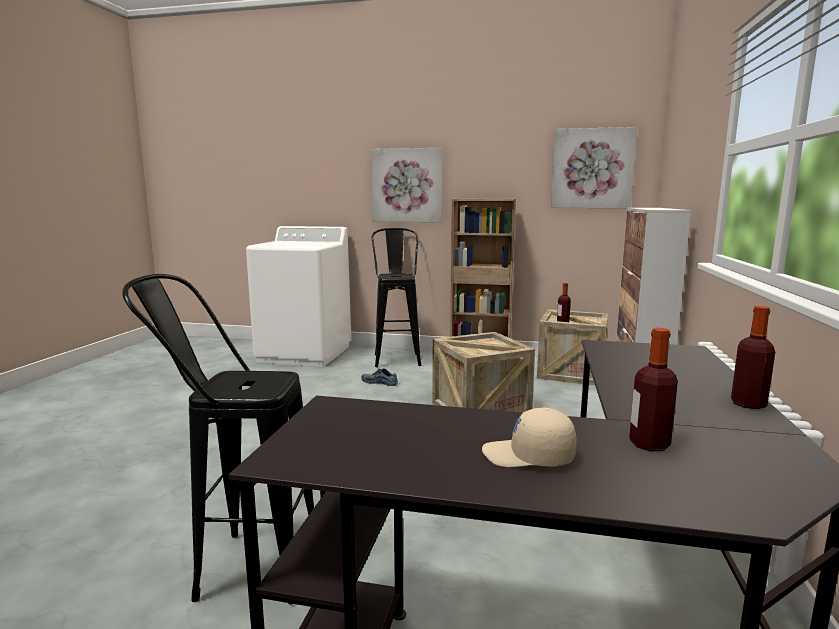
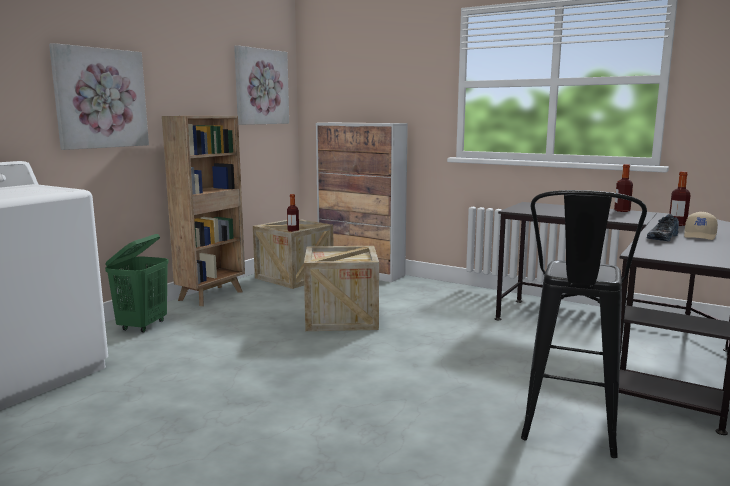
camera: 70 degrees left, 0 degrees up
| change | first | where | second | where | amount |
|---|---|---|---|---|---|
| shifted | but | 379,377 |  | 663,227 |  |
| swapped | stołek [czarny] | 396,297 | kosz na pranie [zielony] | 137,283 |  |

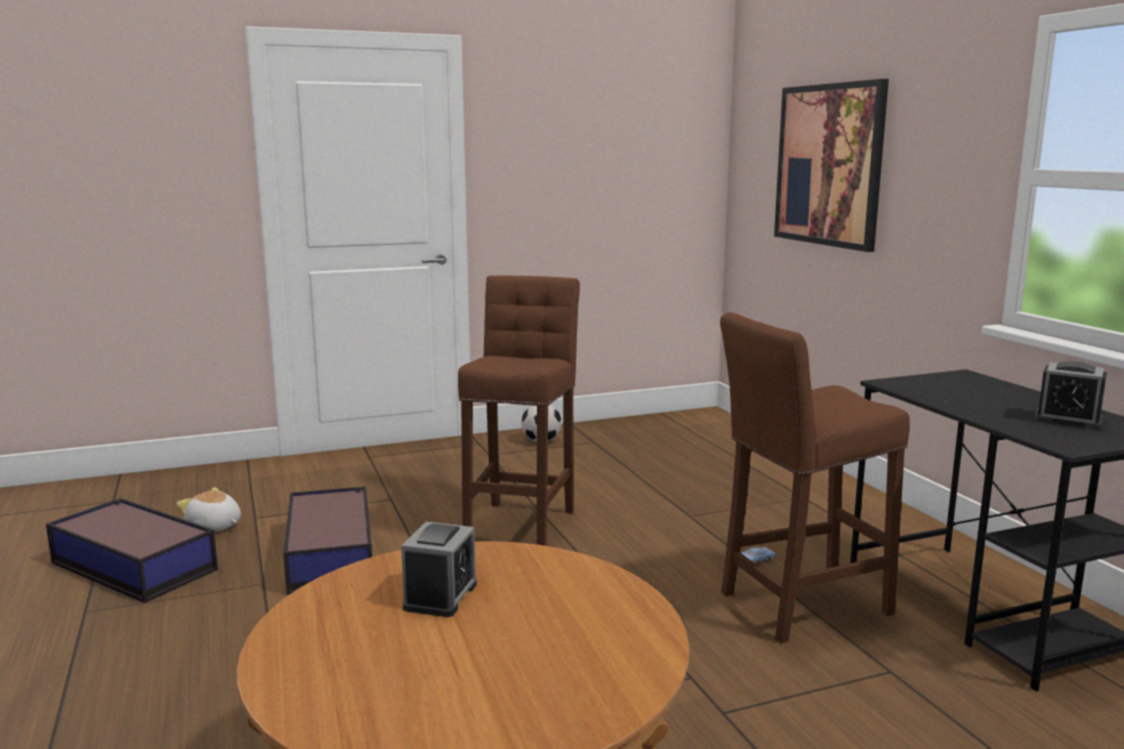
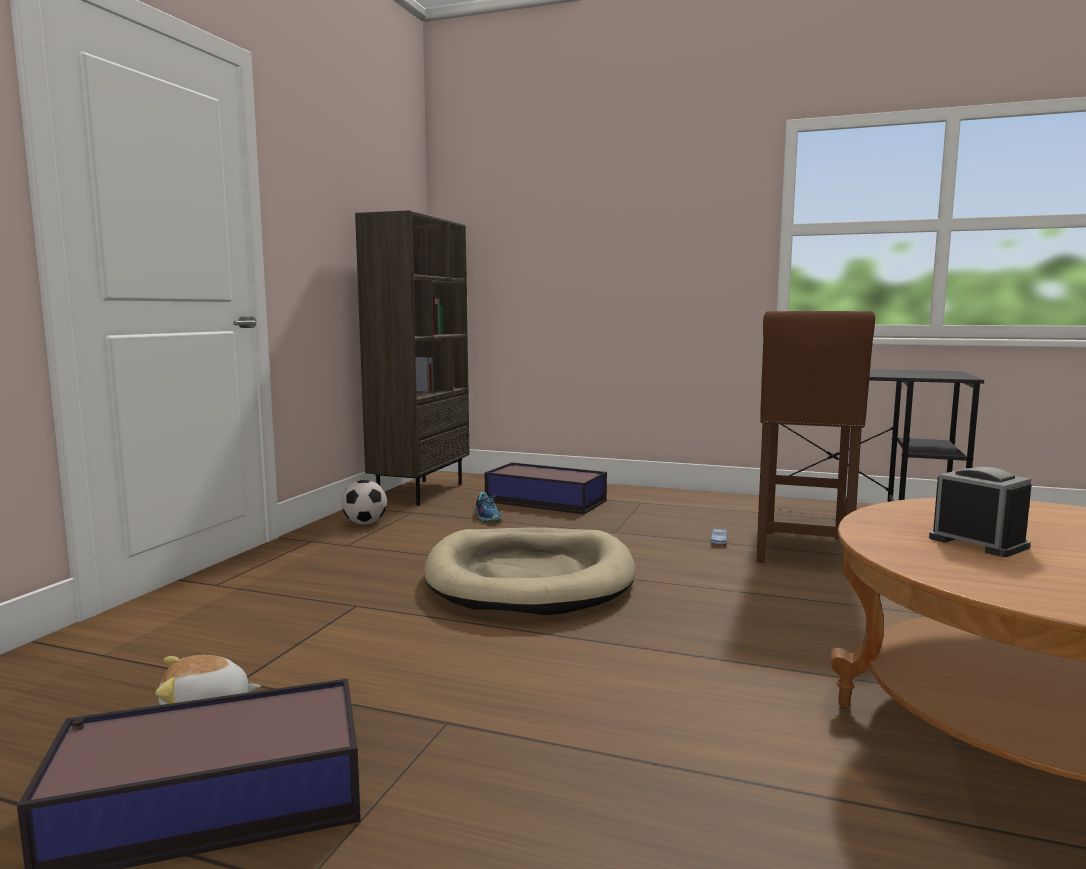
camera: 50 degrees left, 5 degrees down
| change | first | where | second | where | amount |
|---|---|---|---|---|---|
| shifted | pojemnik do przechowywania | 327,540 |  | 546,488 |  |
| swapped | stołek [brązowy] | 519,411 | legowisko [beżowy] | 530,571 |  |
| gone | obraz | 831,165 |  |  |  |
| gone | budzik | 1070,395 |  |  |  |
| new |  |  | regał [brązowy] | 412,358 |  |
| new |  |  | but | 488,507 |  |

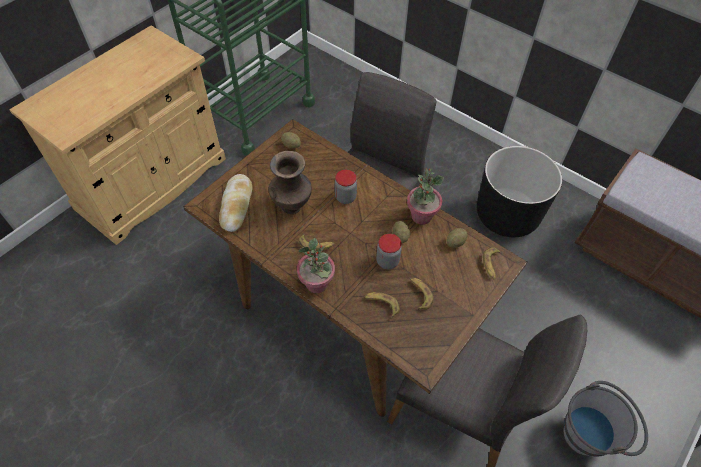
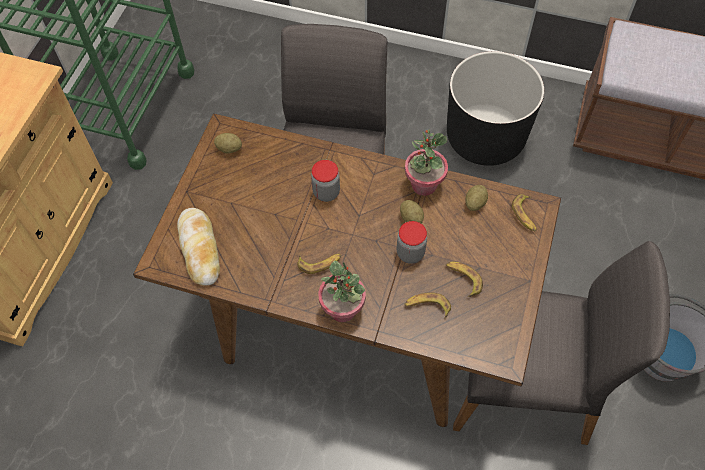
camera: 20 degrees left, 5 degrees up
| change | first | where | second | where | amount |
|---|---|---|---|---|---|
| gone | wazon [brązowy] | 290,182 |  |  |  |

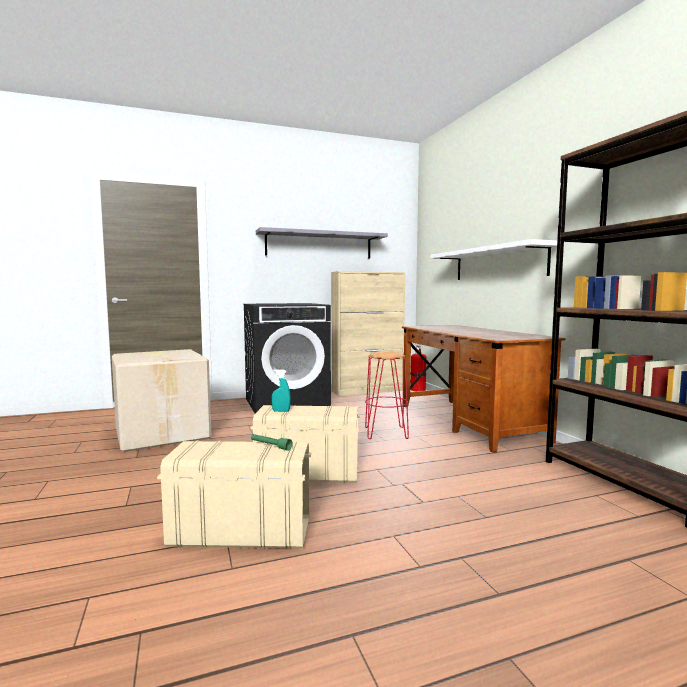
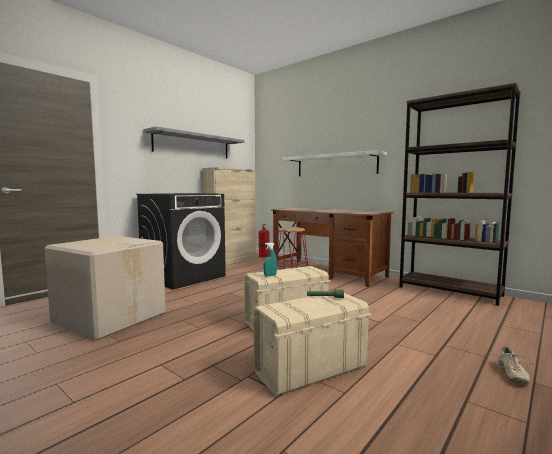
camera: 30 degrees left, 0 degrees up
| change | first | where | second | where | amount |
|---|---|---|---|---|---|
| new |  |  | but [beżowy] | 515,365 |  |

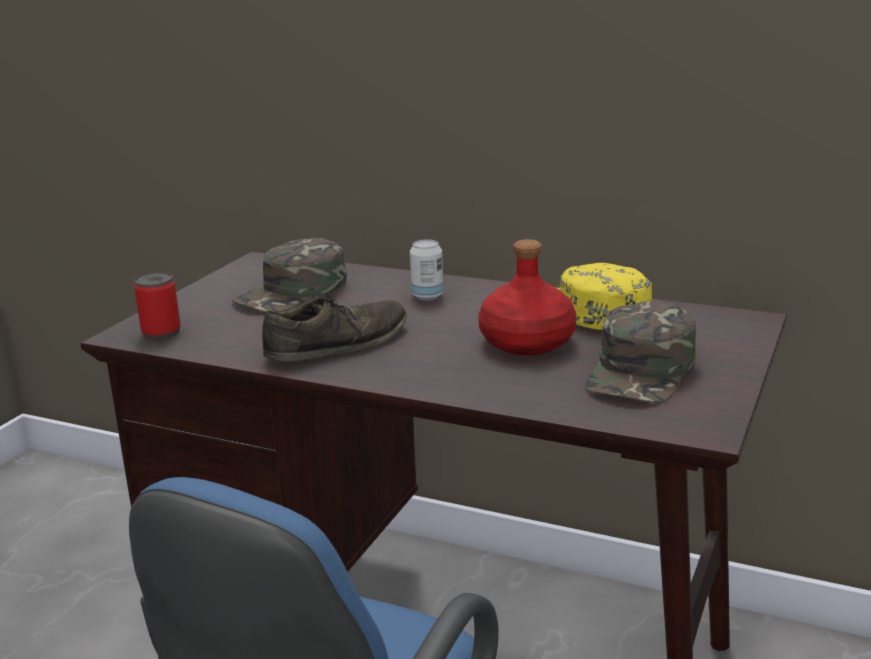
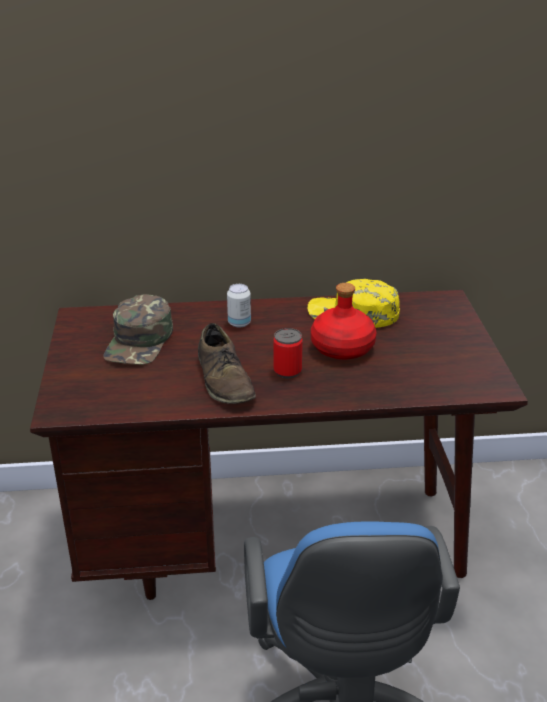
camera: 30 degrees left, 10 degrees up
| change | first | where | second | where | amount |
|---|---|---|---|---|---|
| shifted | puszka | 157,305 |  | 288,353 |  |
| rotated | but [brązowy] | 334,329 |  | 227,363 | 135 degrees clockwise |
| gone | czapka z daszkiem [zielony] | 640,351 |  |  |  |

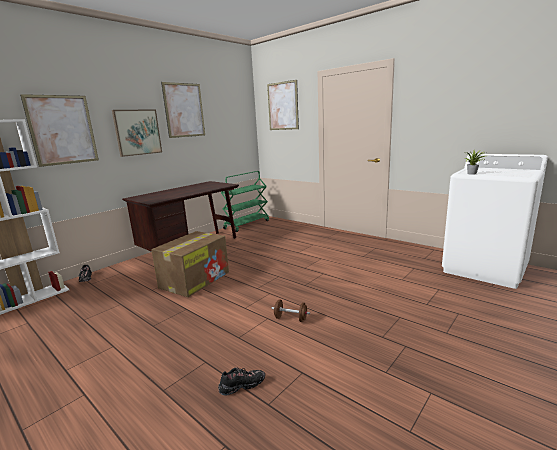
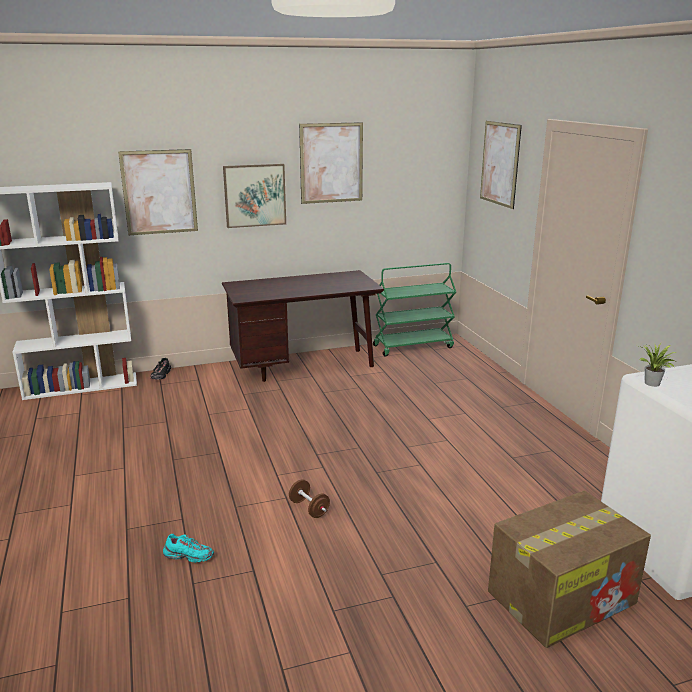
camera: 30 degrees right, 5 degrees up
| change | first | where | second | where | amount |
|---|---|---|---|---|---|
| shifted | karton | 190,264 |  | 569,569 |  |
| repainted | but [czarny] | 241,381 | but [turkusowy] | 188,548 |  |

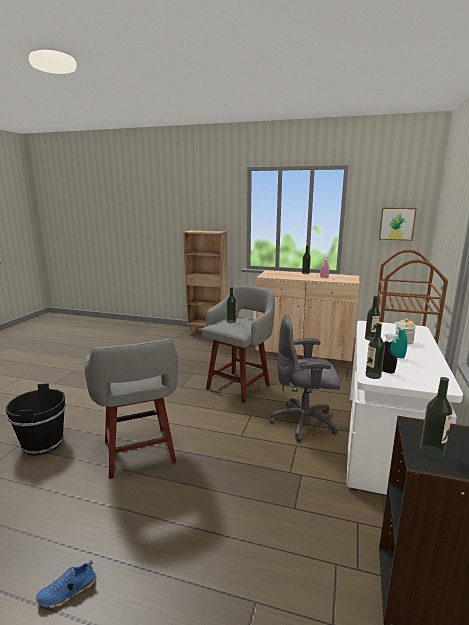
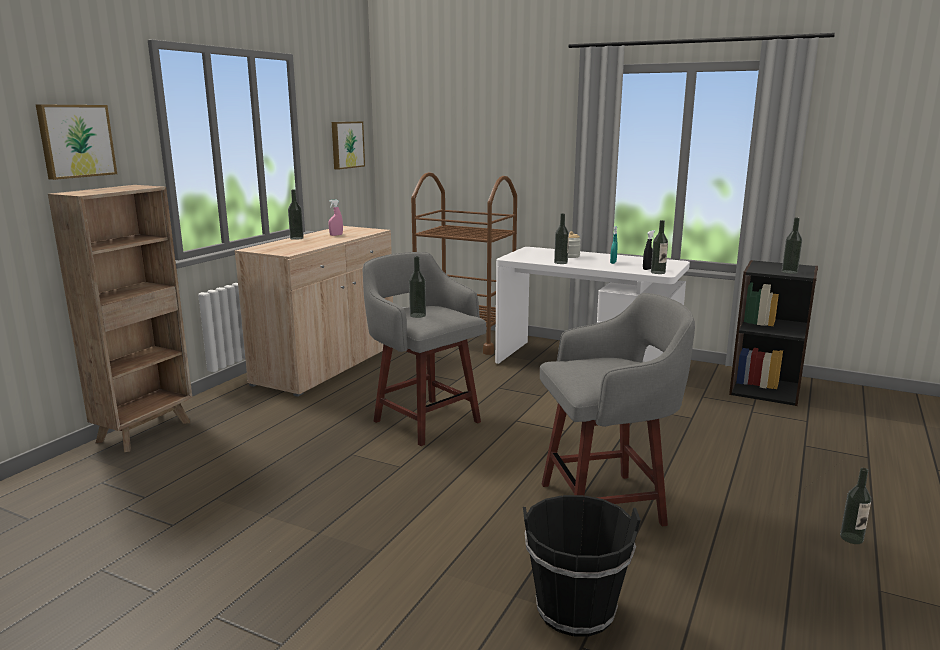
camera: 80 degrees left, 0 degrees up
| change | first | where | second | where | amount |
|---|---|---|---|---|---|
| swapped | but [niebieski] | 66,584 | butelka | 855,506 |  |
| gone | krzesło biurowe [szary] | 305,379 |  |  |  |
| new |  |  | obraz | 76,142 |  |

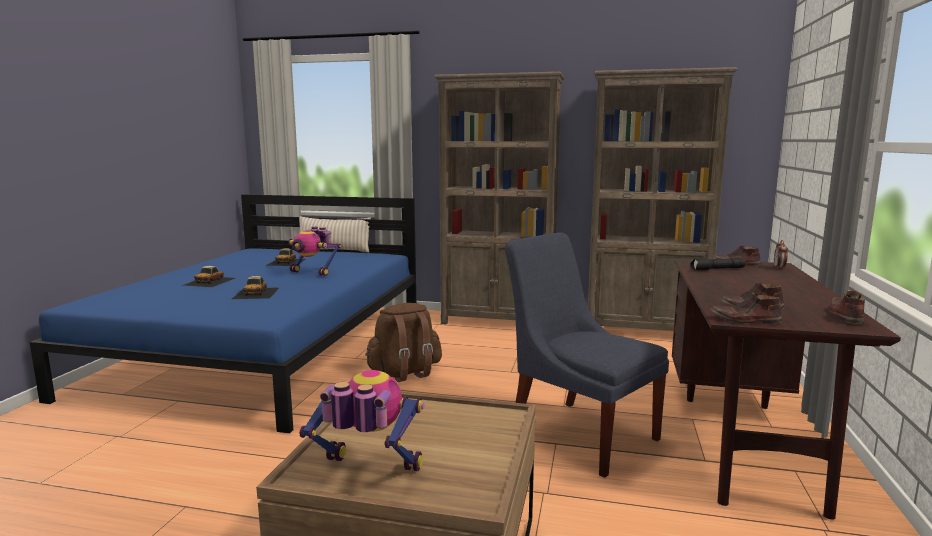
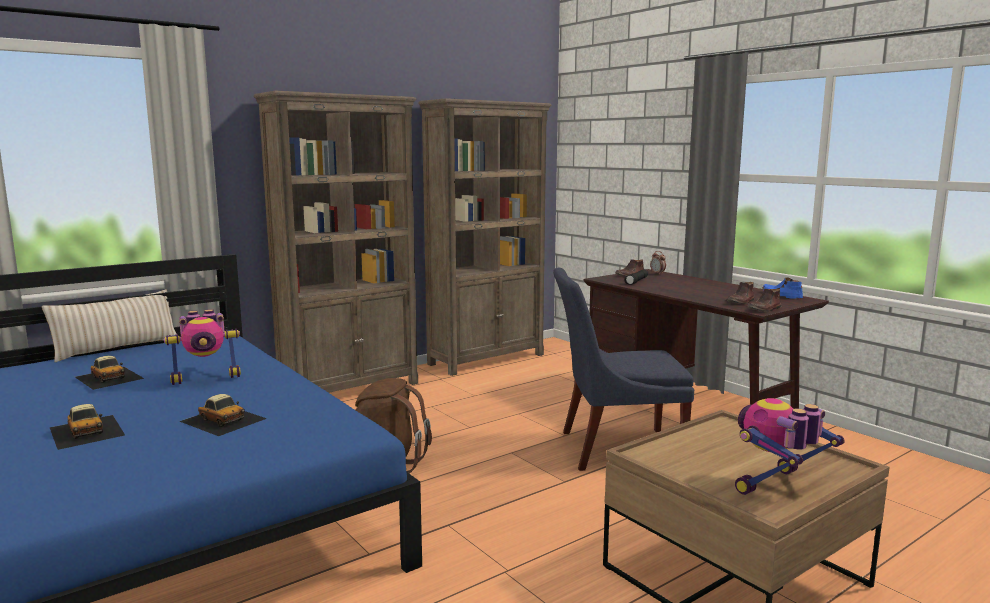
camera: 50 degrees left, 0 degrees up
| change | first | where | second | where | amount |
|---|---|---|---|---|---|
| repainted | but [brązowy] | 846,307 | but [niebieski] | 782,288 |  |

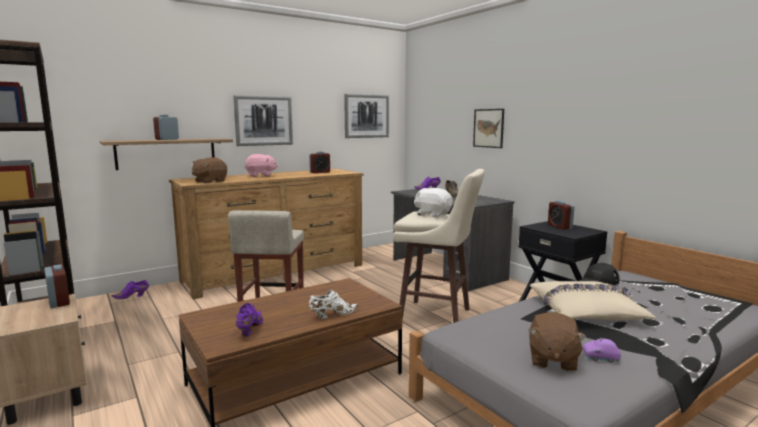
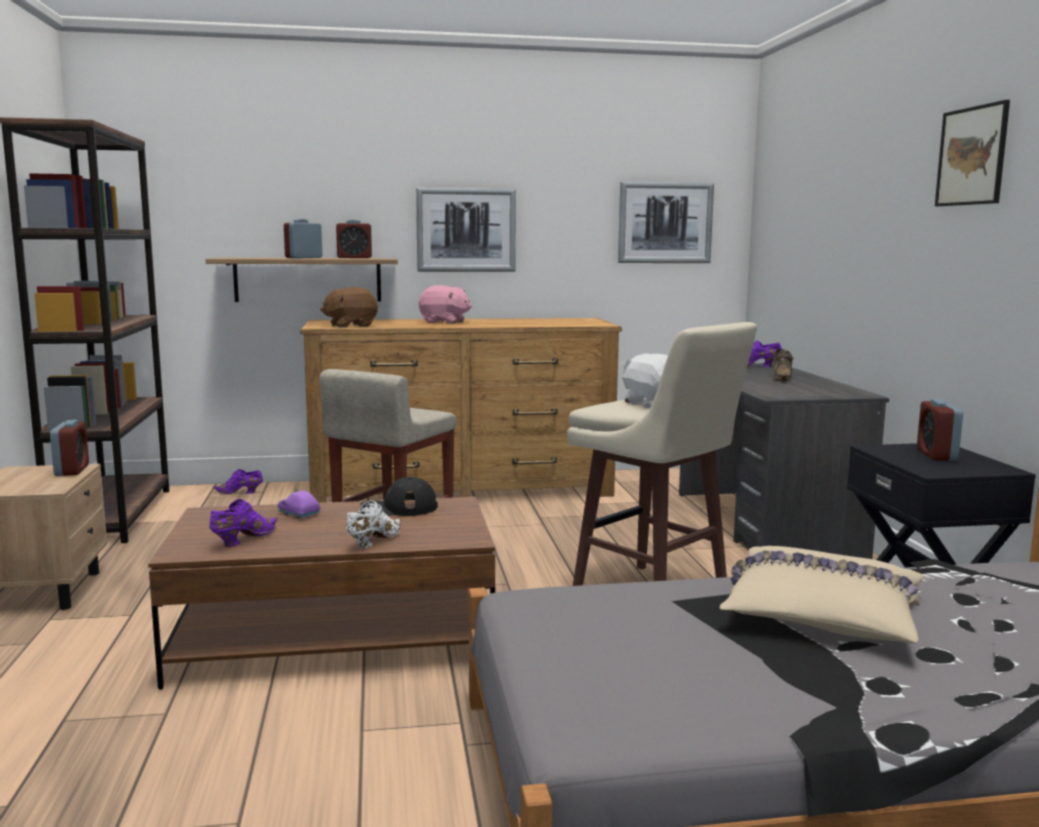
camera: 25 degrees right, 0 degrees up
| change | first | where | second | where | amount |
|---|---|---|---|---|---|
| shifted | budzik | 319,162 |  | 354,238 |  |
| rotated | but [biały] | 333,304 |  | 373,524 | 60 degrees counterclockwise |
| shifted | obraz | 488,128 |  | 972,153 |  |
| gone | pluszak [brązowy] | 557,342 |  |  |  |
| shifted | czapka z daszkiem [czarny] | 599,274 |  | 399,496 |  |
| shifted | samochodzik [fioletowy] | 602,350 |  | 299,503 |  |

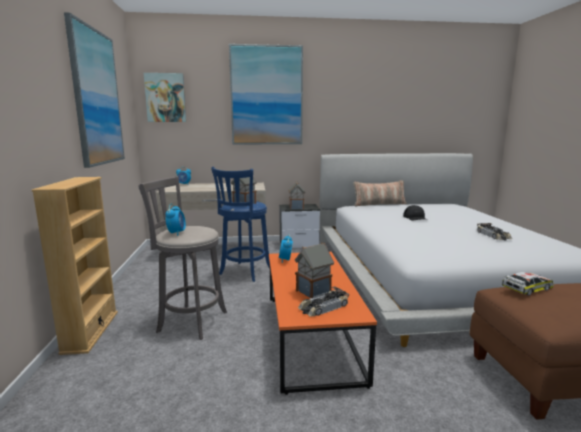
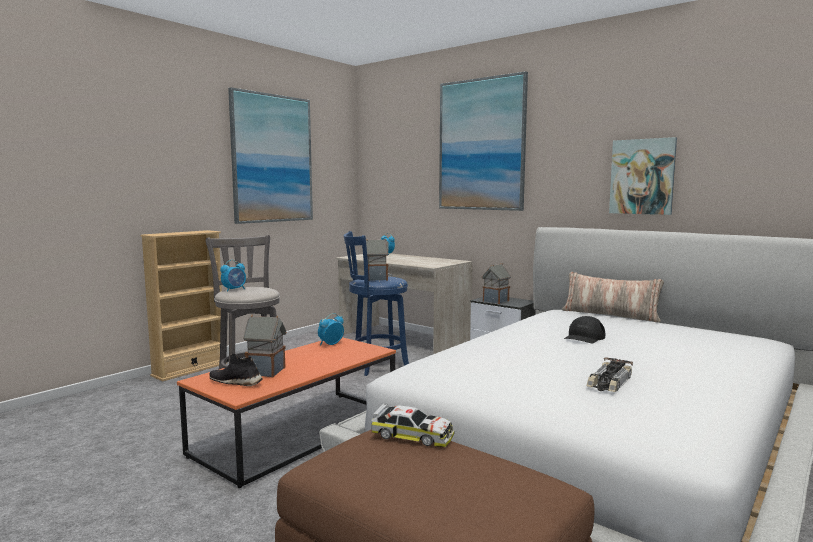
camera: 45 degrees right, 5 degrees down
| change | first | where | second | where | amount |
|---|---|---|---|---|---|
| shifted | obraz | 165,97 |  | 643,176 |  |
| swapped | samochodzik | 323,302 | but [czarny] | 236,370 |  |

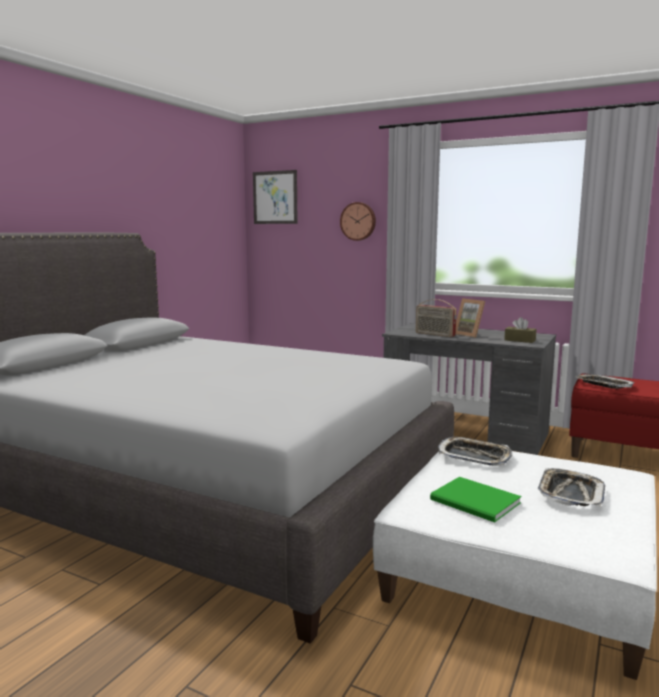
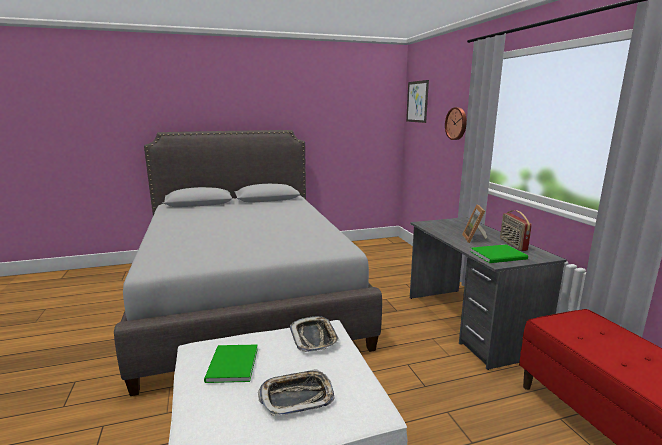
camera: 45 degrees right, 5 degrees up
| change | first | where | second | where | amount |
|---|---|---|---|---|---|
| shifted | radio | 436,318 |  | 516,230 |  |
| swapped | pudełko chusteczek [brązowy] | 520,330 | książka [zielony] | 499,253 |  |
| gone | taca | 605,381 |  |  |  |

